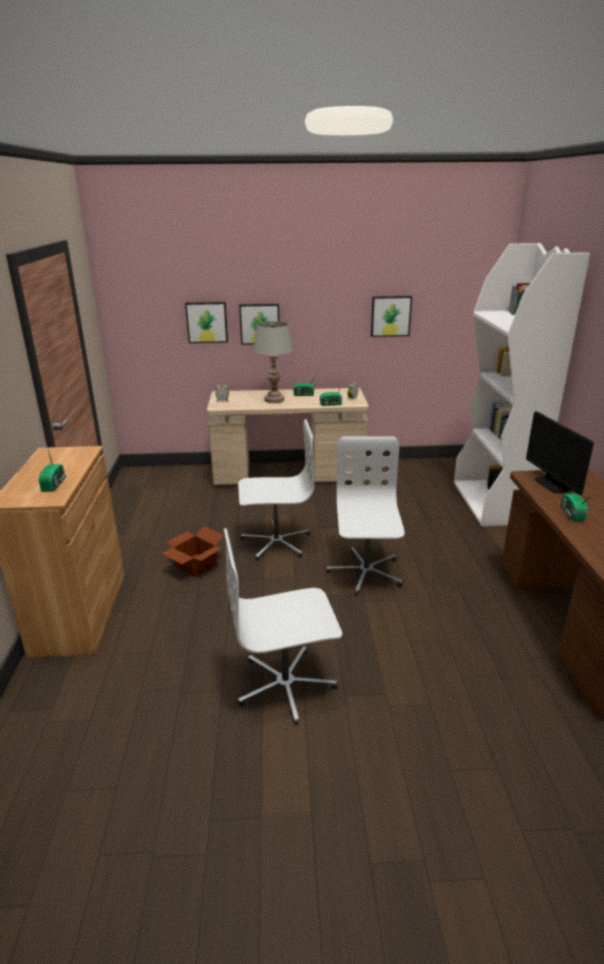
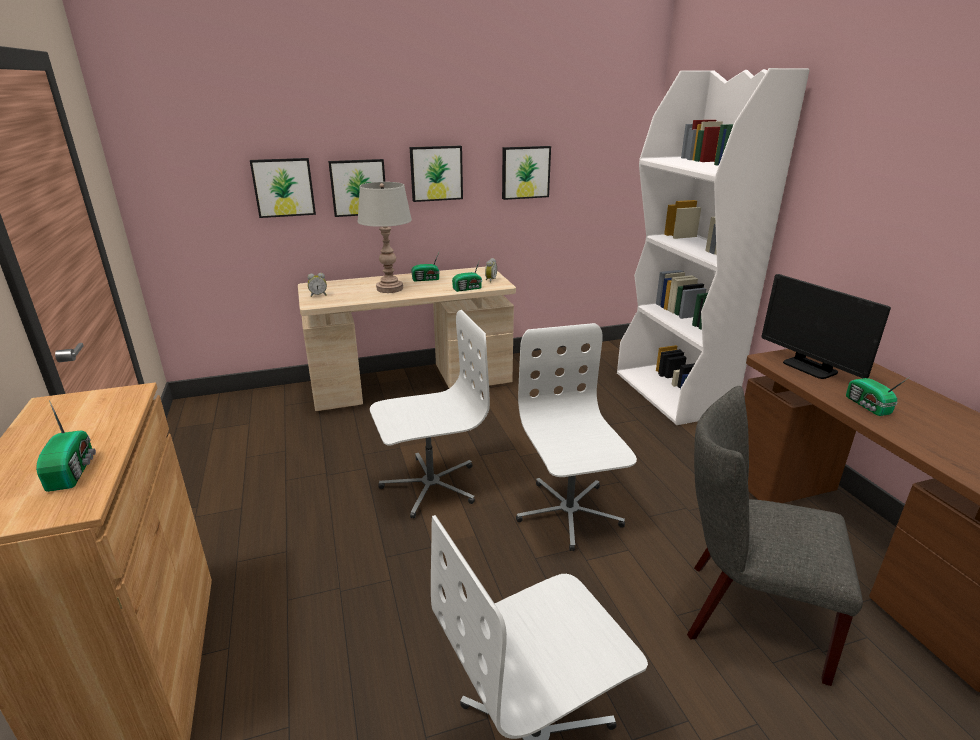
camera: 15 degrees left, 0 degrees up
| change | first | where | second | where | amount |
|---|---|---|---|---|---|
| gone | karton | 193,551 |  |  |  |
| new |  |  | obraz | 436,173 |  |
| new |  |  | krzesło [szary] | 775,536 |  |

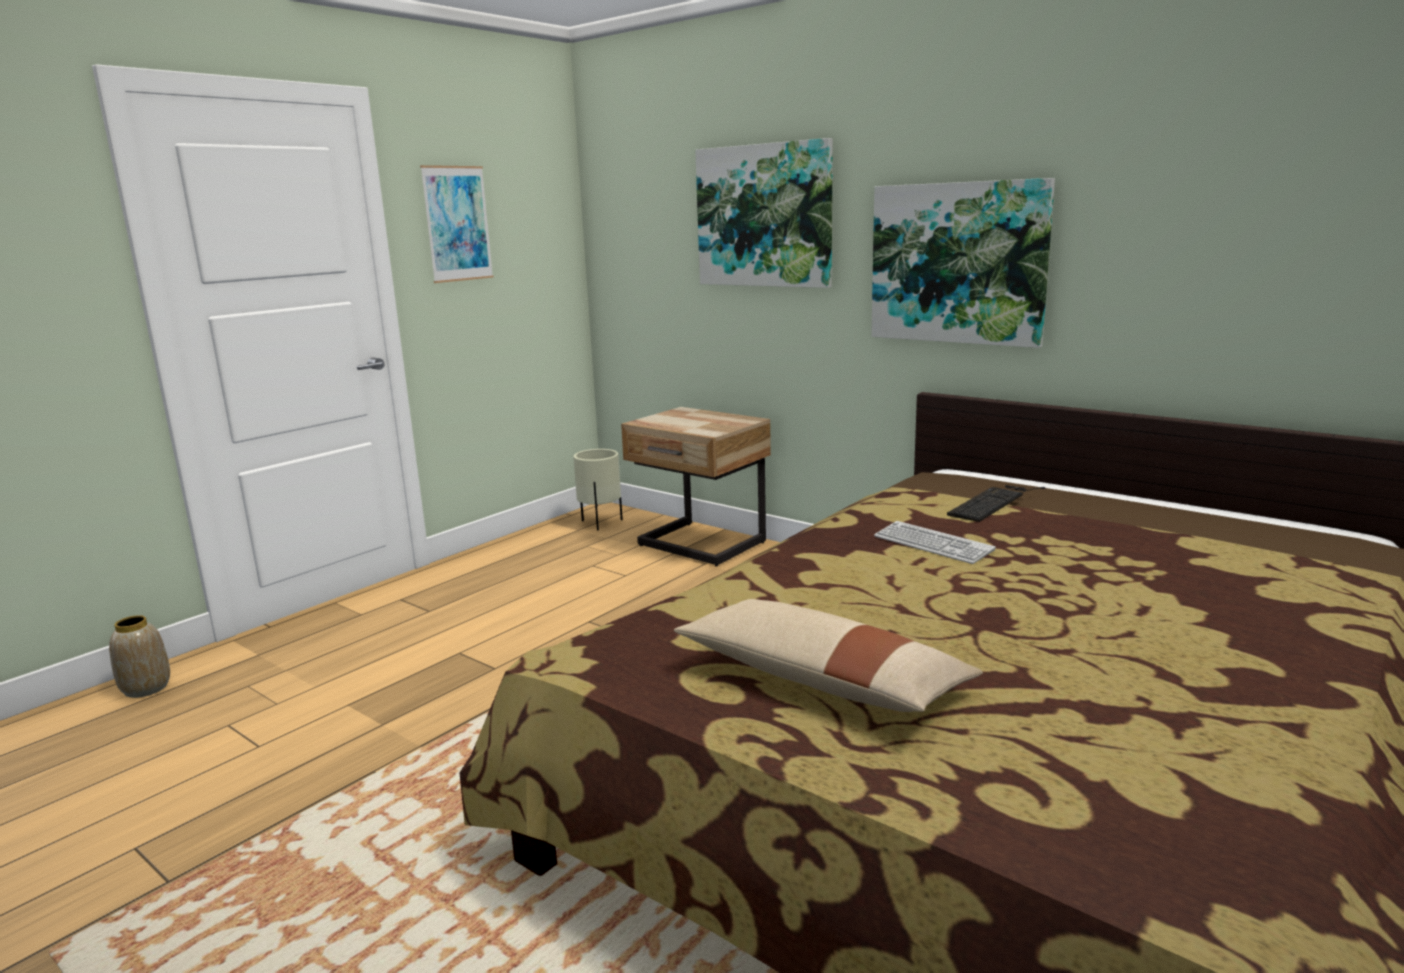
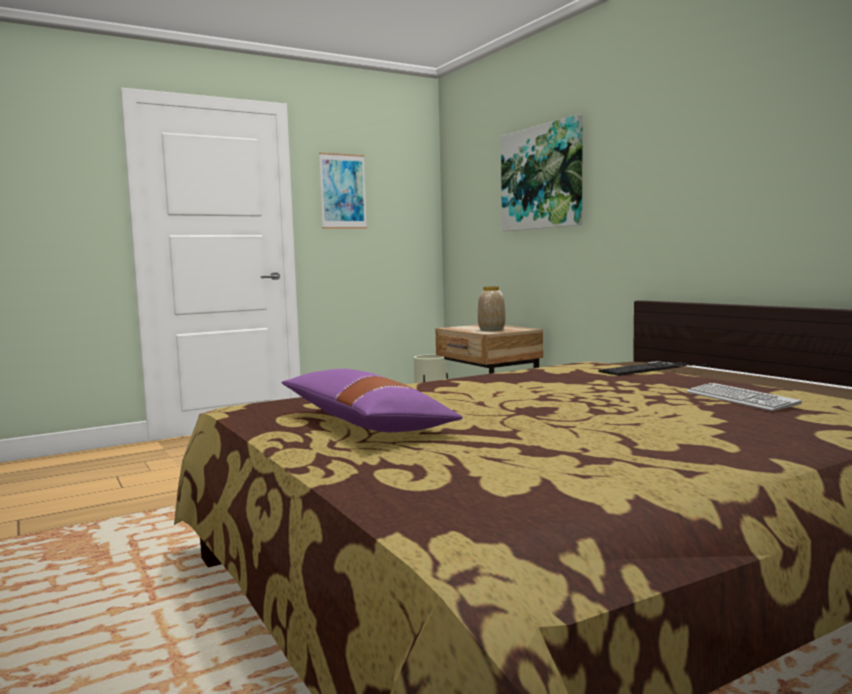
camera: 20 degrees right, 10 degrees down
| change | first | where | second | where | amount |
|---|---|---|---|---|---|
| shifted | wazon | 139,656 |  | 491,308 |  |
| repainted | poduszka [beżowy] | 828,655 | poduszka [fioletowy] | 372,400 |  |
| gone | obraz | 963,263 |  |  |  |
| shifted | klawiatura | 935,542 |  | 744,397 |  |

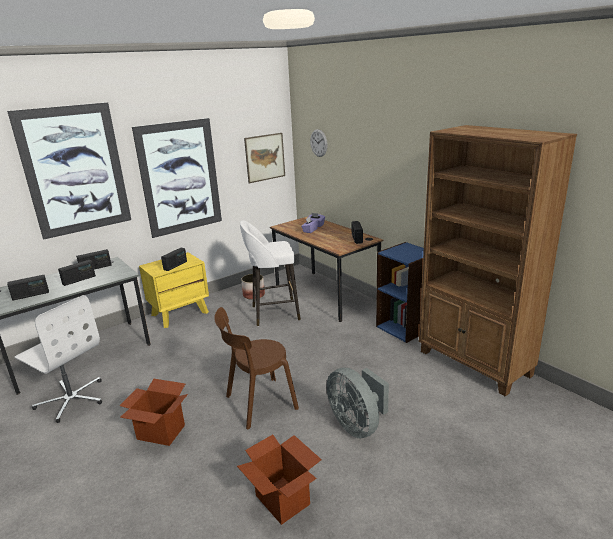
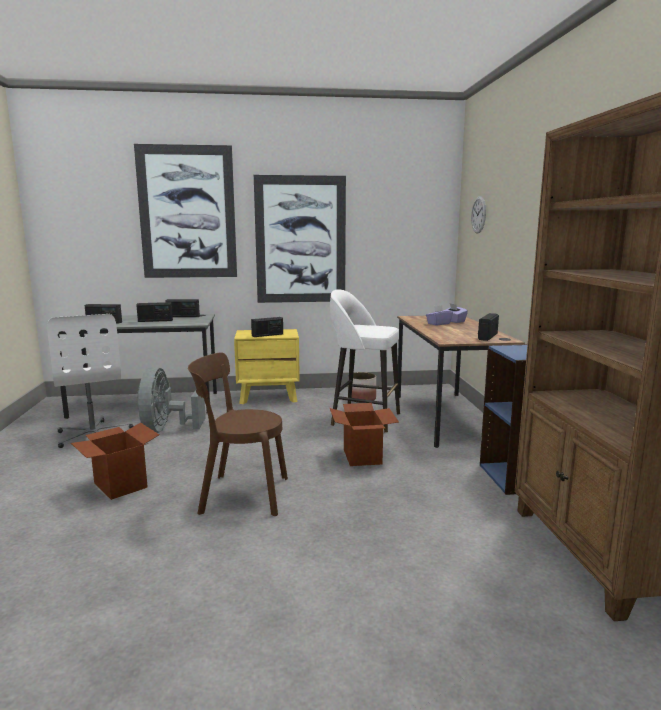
camera: 30 degrees right, 10 degrees down
| change | first | where | second | where | amount |
|---|---|---|---|---|---|
| shifted | karton | 279,480 |  | 364,434 |  |
| gone | obraz | 264,158 |  |  |  |
| shifted | wentylator [szary] | 358,403 |  | 171,400 |  |

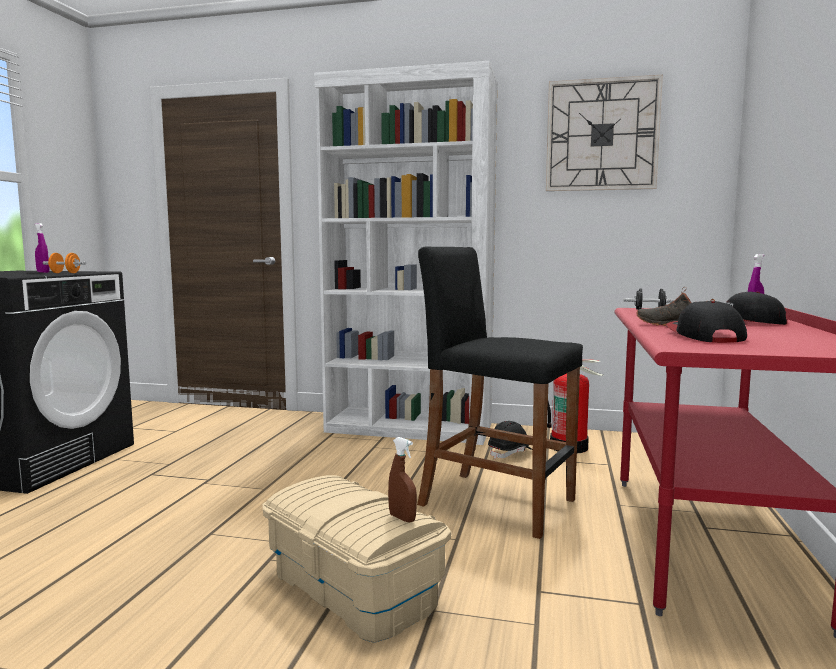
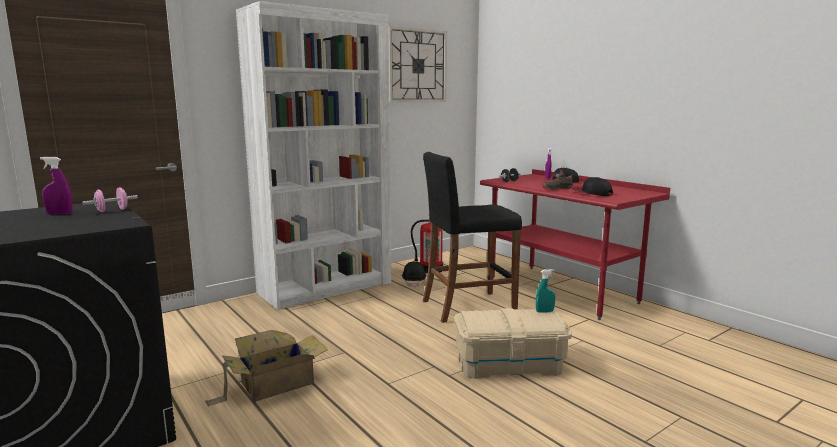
camera: 50 degrees left, 5 degrees up
| change | first | where | second | where | amount |
|---|---|---|---|---|---|
| repainted | hantel [pomarańczowy] | 64,263 | hantel [różowy] | 110,199 |  |
| repainted | spryskiwacz [brązowy] | 402,479 | spryskiwacz [turkusowy] | 545,291 |  |
| new |  |  | karton | 267,368 |  |

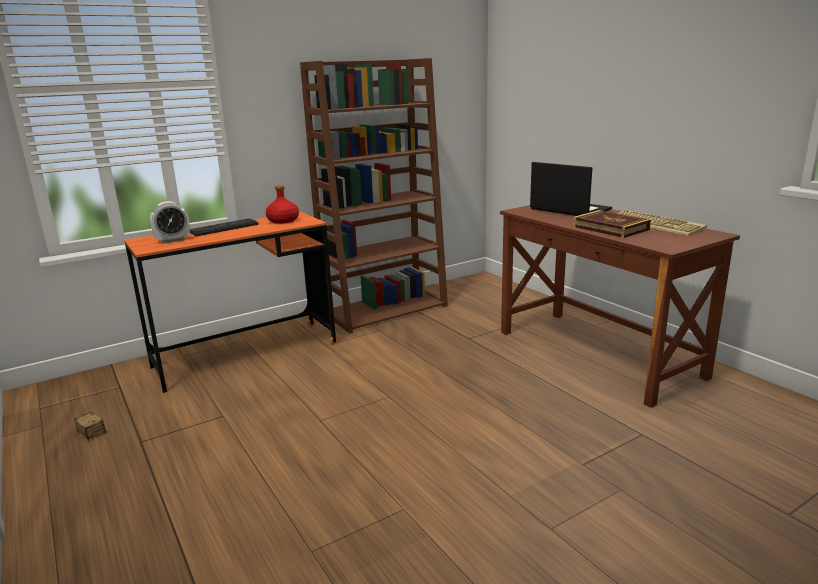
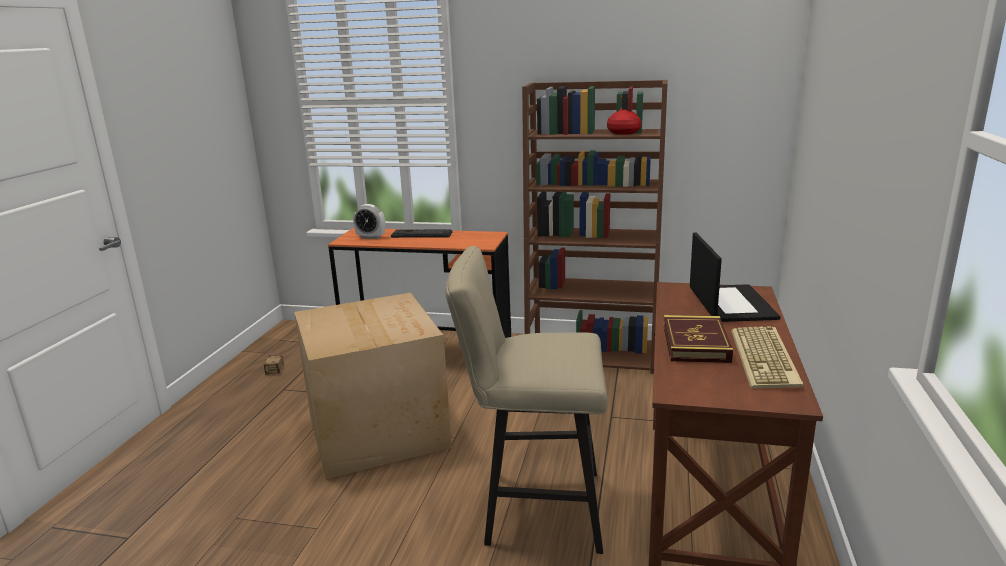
camera: 45 degrees right, 0 degrees up
| change | first | where | second | where | amount |
|---|---|---|---|---|---|
| shifted | butelka [czerwony] | 282,204 |  | 624,115 |  |
| new |  |  | karton | 373,386 |  |
| new |  |  | stołek [beżowy] | 527,400 |  |

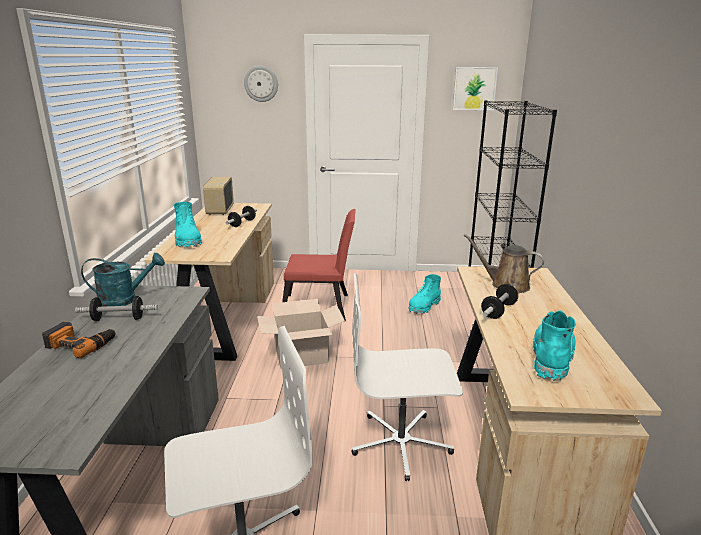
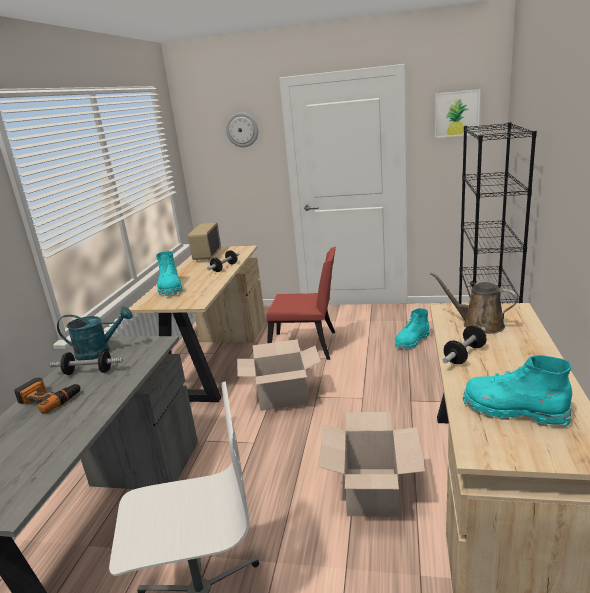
camera: 10 degrees right, 0 degrees up
| change | first | where | second | where | amount |
|---|---|---|---|---|---|
| swapped | krzesło biurowe [biały] | 407,377 | karton | 372,464 |  |
| rotated | but z cholewką [turkusowy] | 554,345 |  | 517,391 | 90 degrees counterclockwise |

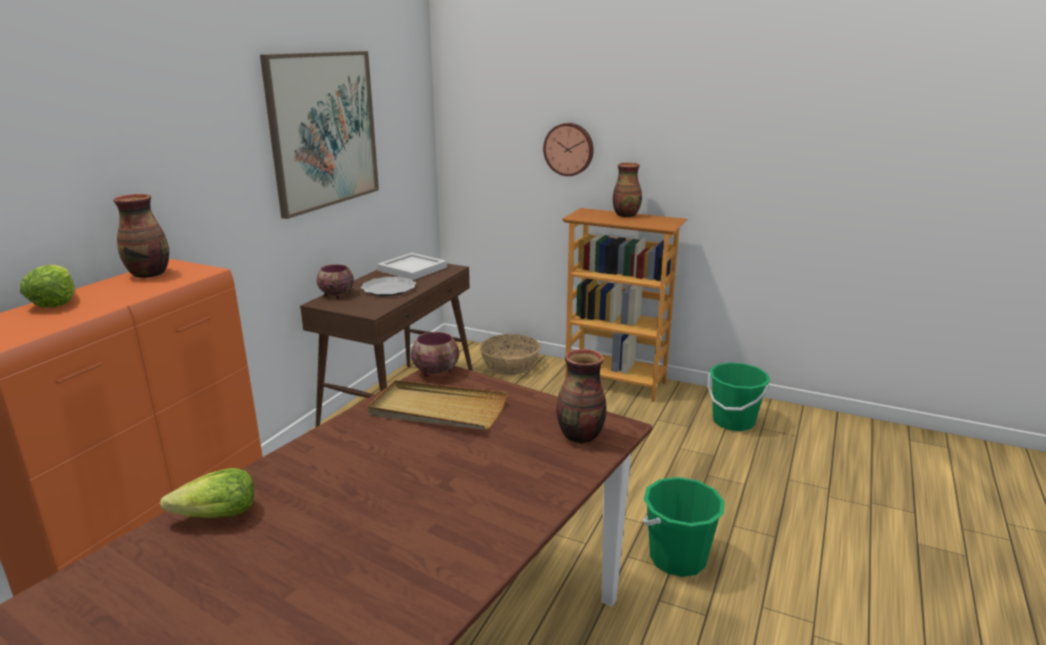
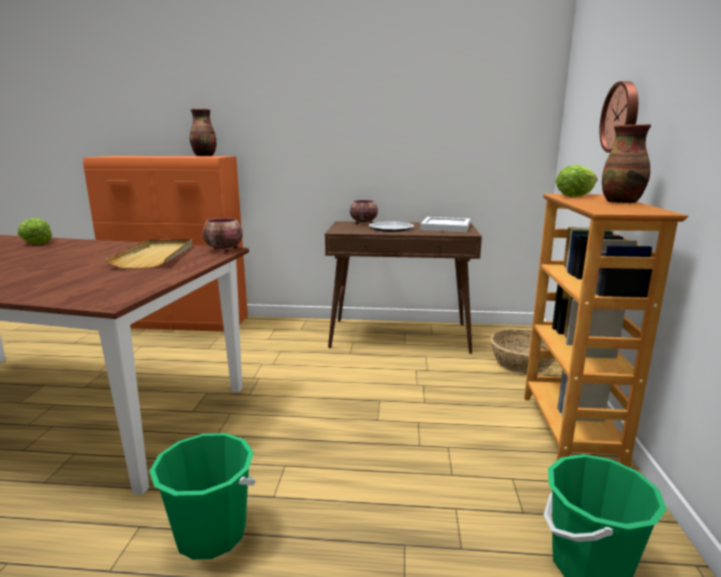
camera: 70 degrees right, 5 degrees down
| change | first | where | second | where | amount |
|---|---|---|---|---|---|
| shifted | sałata | 47,286 |  | 576,181 |  |
| gone | obraz | 319,135 |  |  |  |
| gone | wazon | 581,396 |  |  |  |

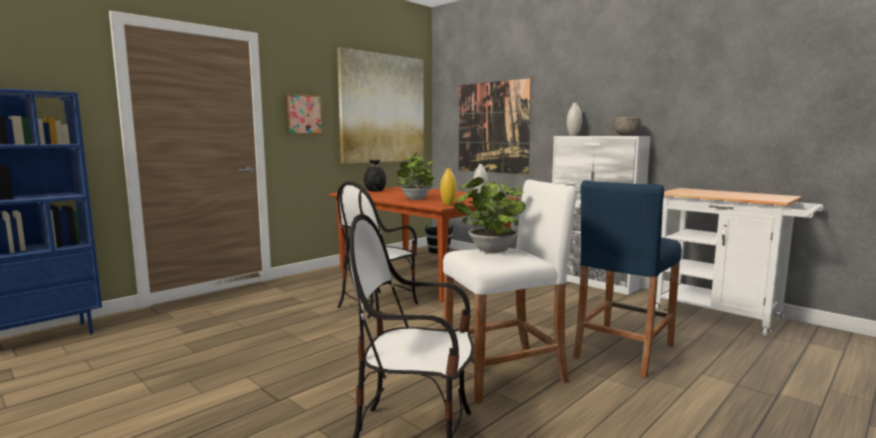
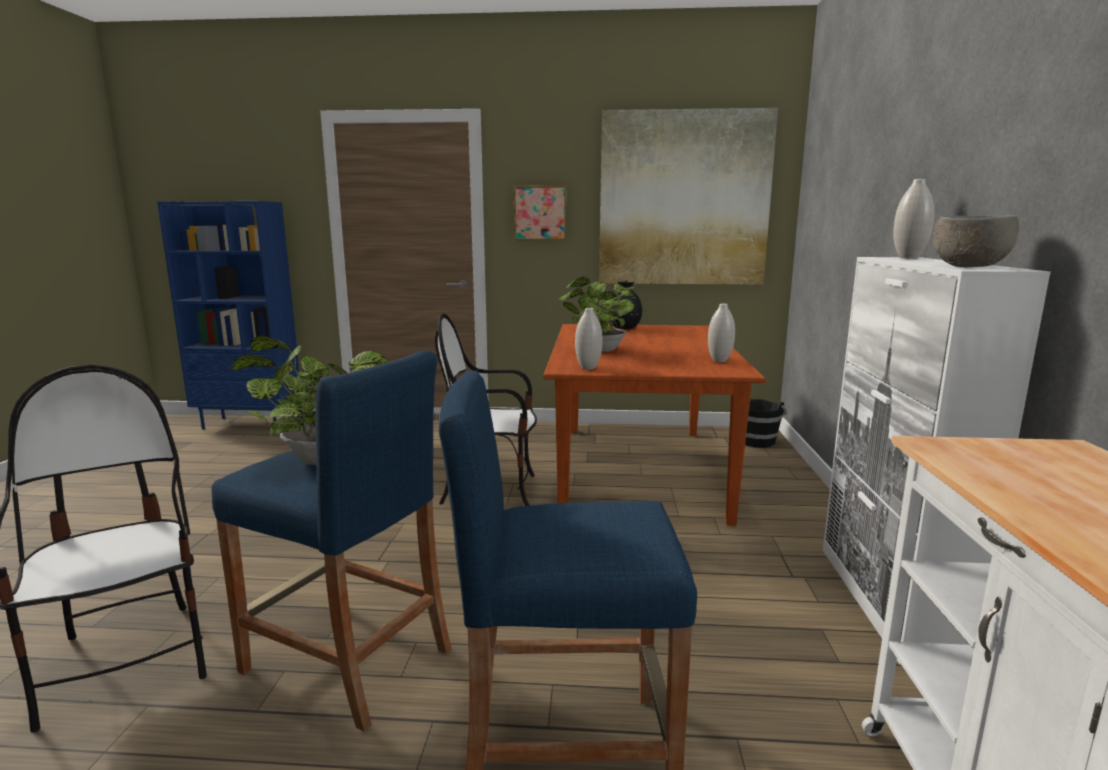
camera: 50 degrees right, 5 degrees up
| change | first | where | second | where | amount |
|---|---|---|---|---|---|
| repainted | wazon [żółty] | 448,186 | wazon [biały] | 588,339 |  |
| repainted | stołek [biały] | 510,291 | stołek [niebieski] | 332,541 |  |
| gone | obraz | 495,126 |  |  |  |

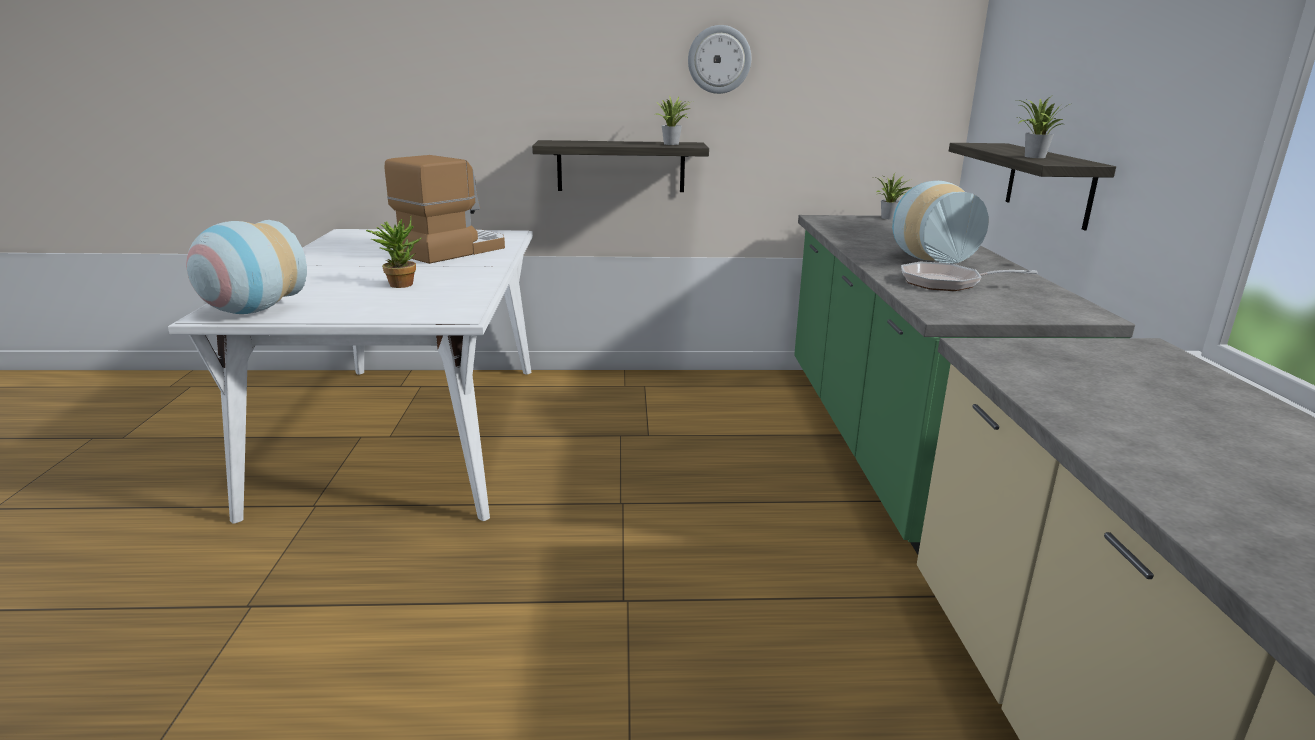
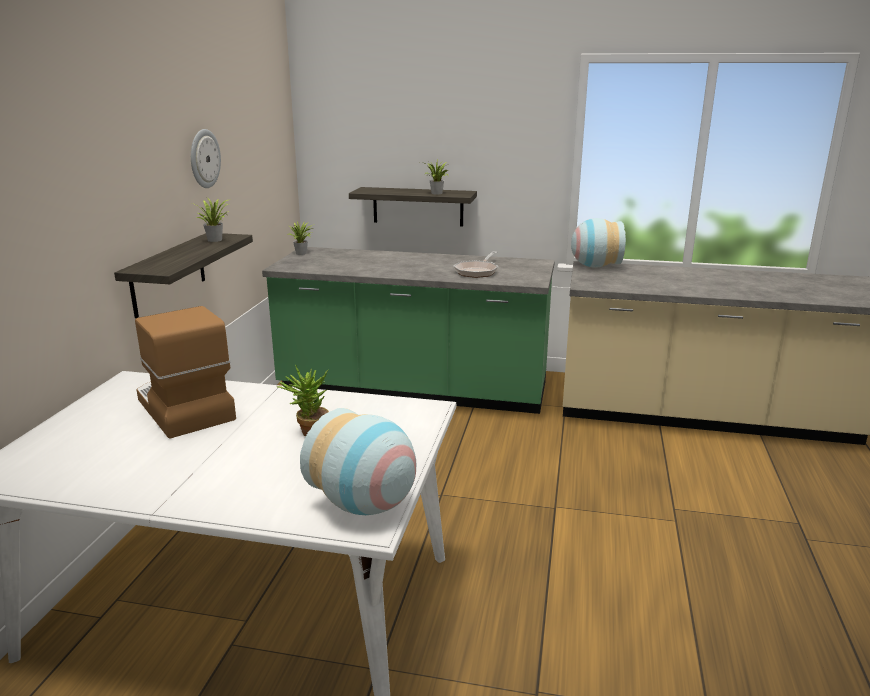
camera: 75 degrees left, 0 degrees up
| change | first | where | second | where | amount |
|---|---|---|---|---|---|
| shifted | wazon | 940,222 |  | 598,243 |  |

